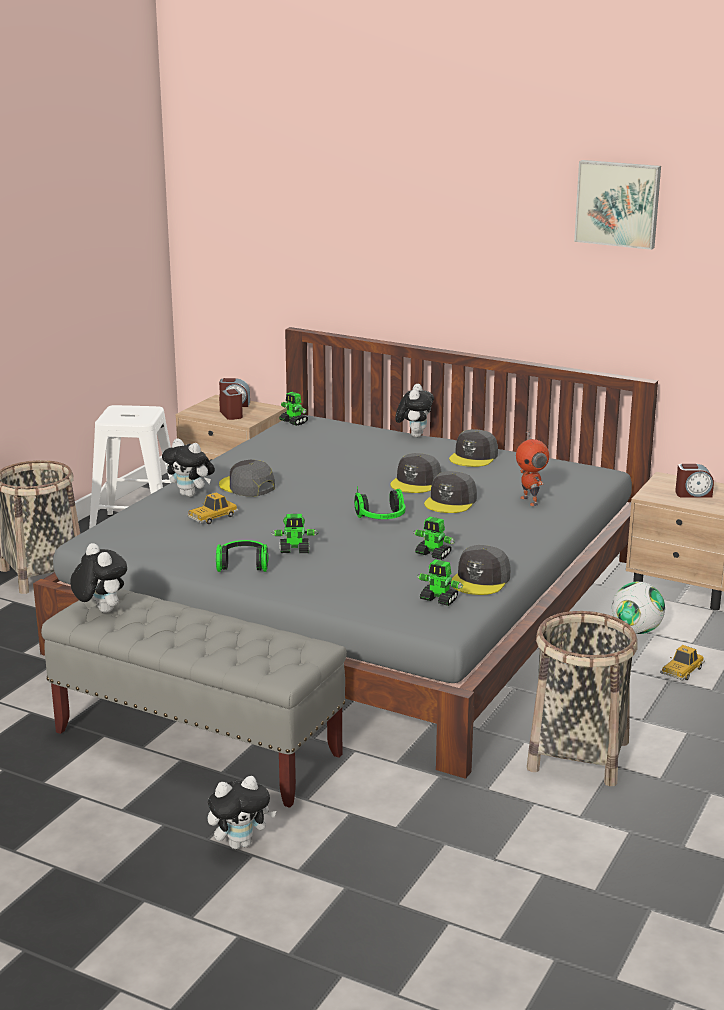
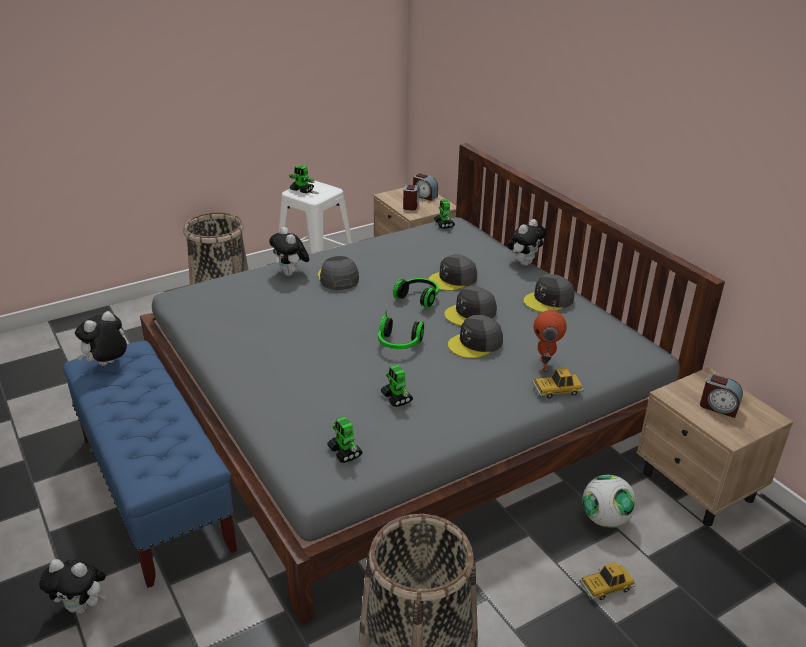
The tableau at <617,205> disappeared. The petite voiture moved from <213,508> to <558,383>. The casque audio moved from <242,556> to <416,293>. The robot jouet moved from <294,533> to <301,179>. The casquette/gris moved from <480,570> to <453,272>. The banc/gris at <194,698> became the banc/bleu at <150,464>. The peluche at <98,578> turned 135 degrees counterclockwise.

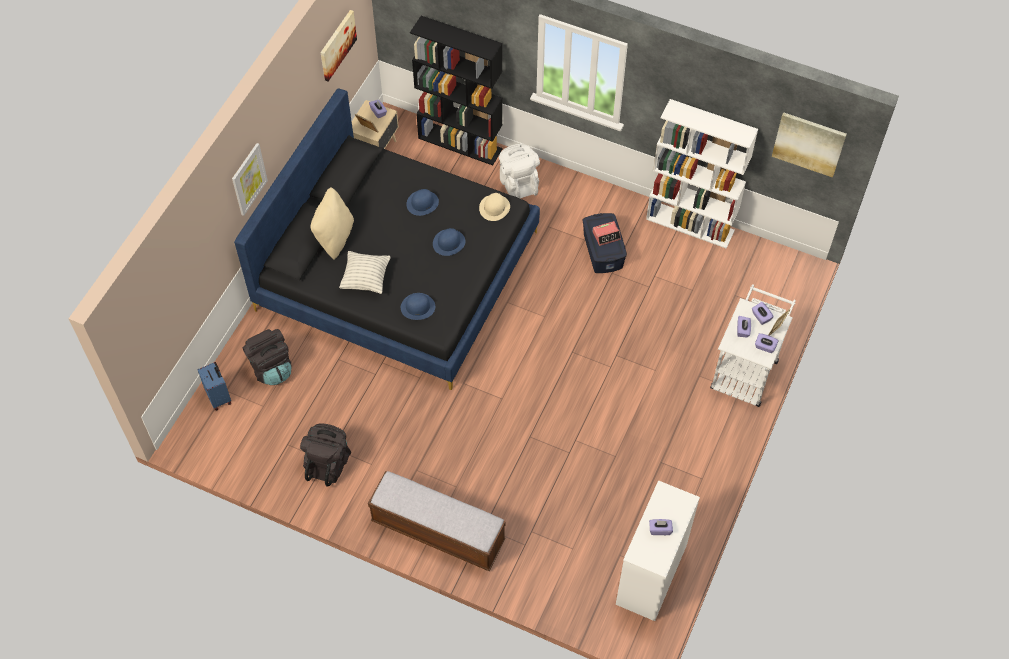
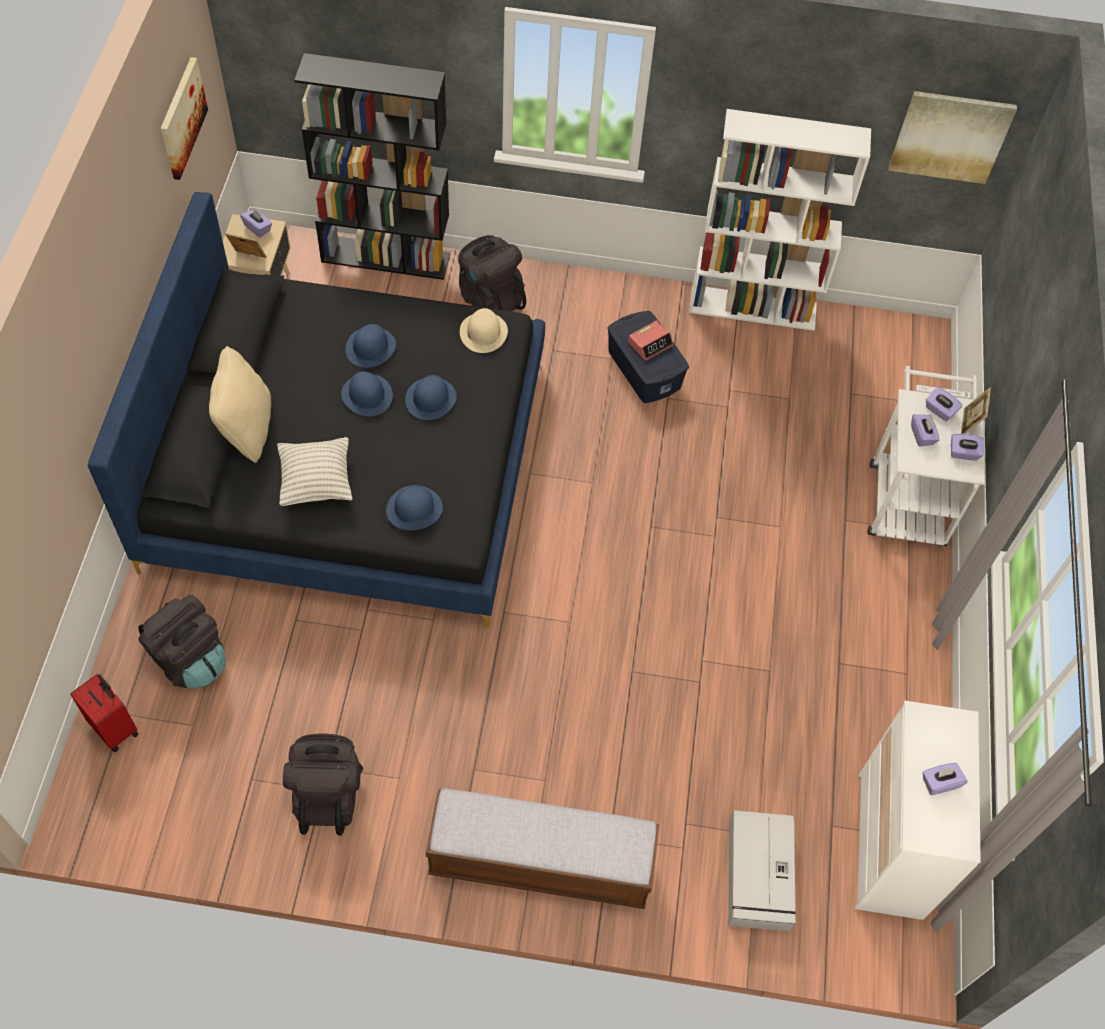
The tableau at <250,179> disappeared. The chapeau/bleu at <367,393> appeared. The boîte de rangement/gris at <762,870> appeared. The valise/bleu at <214,386> became the valise/rouge at <104,713>. The sac à dos/blanc at <519,171> became the sac à dos/noir at <492,273>.

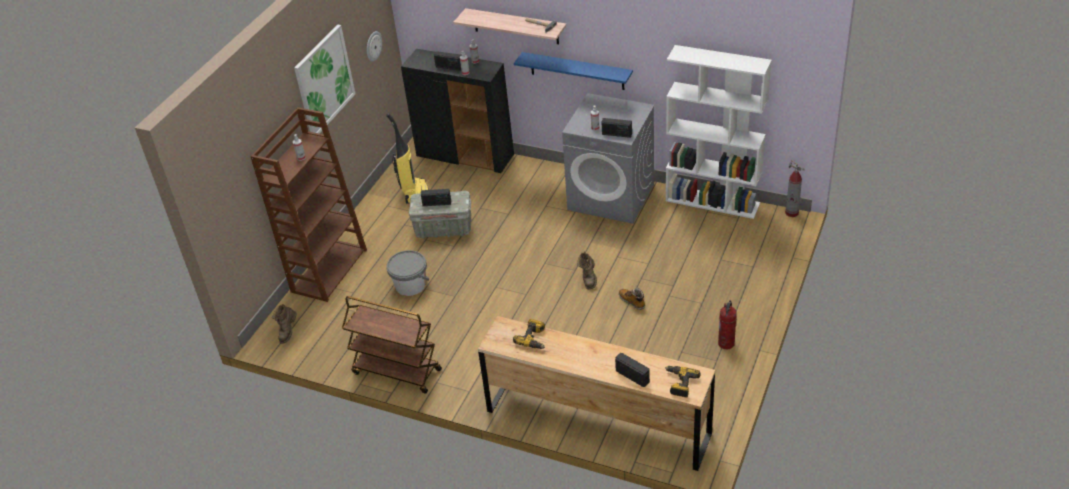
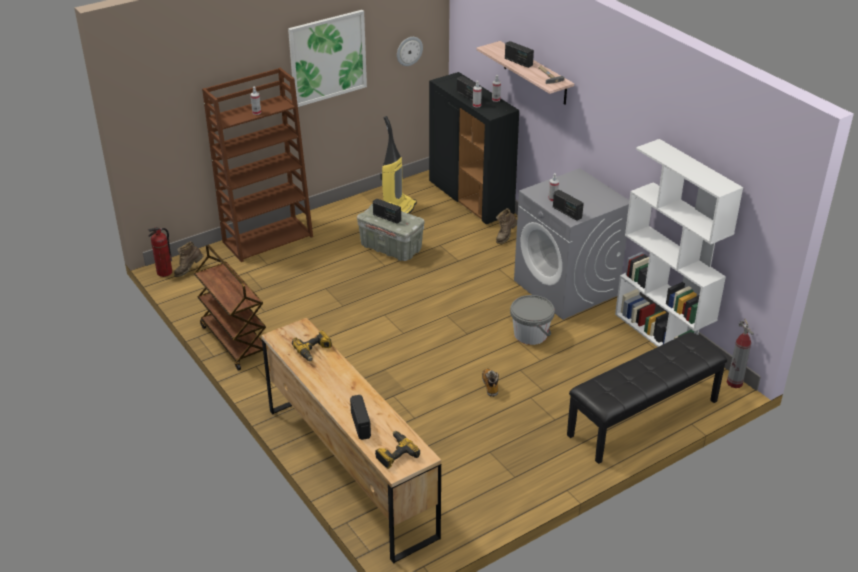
The étagère/bleu at <573,71> disappeared. The radio at <519,54> appeared. The banc/noir at <647,398> appeared. The seau/gris moved from <407,273> to <532,320>. The botte/marron moved from <587,270> to <506,226>. The extincteur moved from <727,324> to <160,252>.

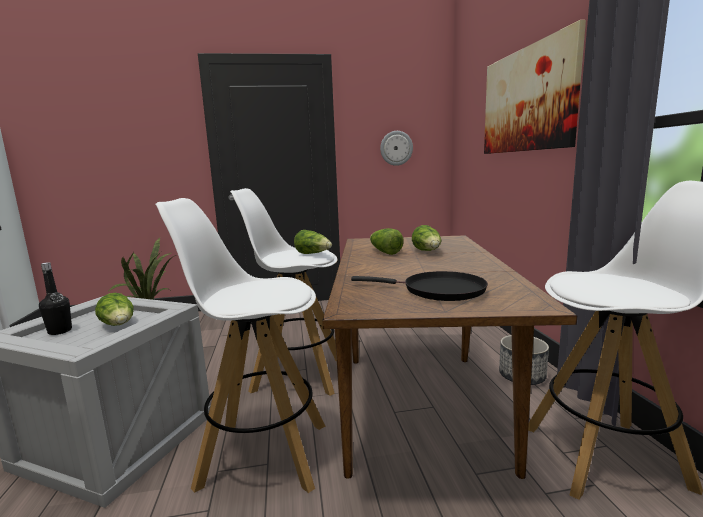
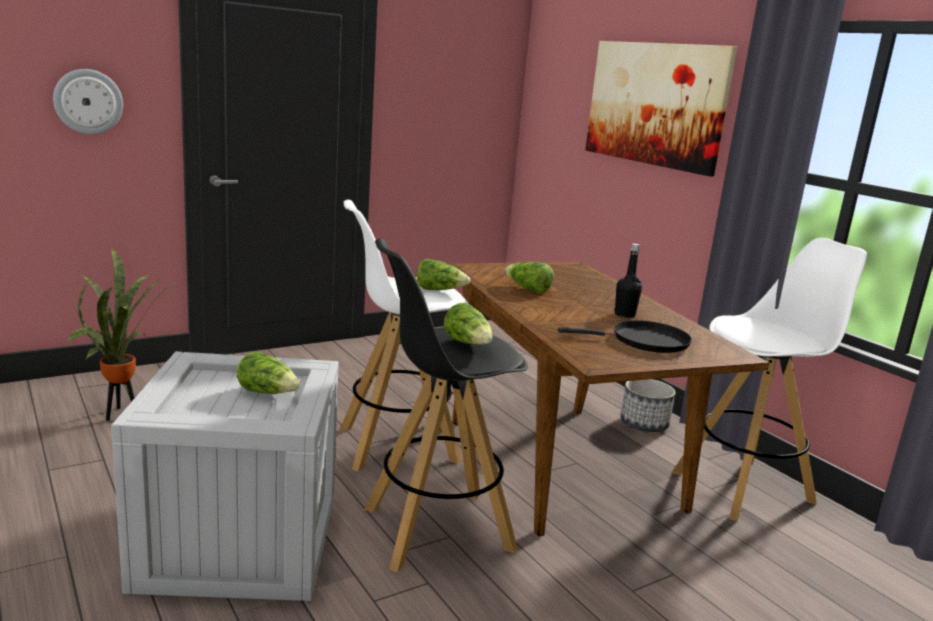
The bouteille/noir moved from <55,298> to <628,280>. The horloge murale moved from <396,148> to <88,101>. The laitue moved from <427,238> to <468,324>. The tabouret/blanc at <240,345> became the tabouret/noir at <446,405>.

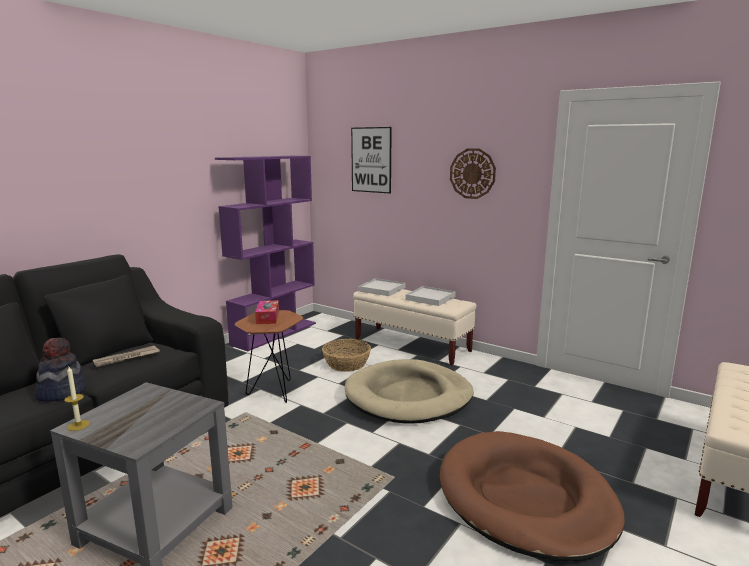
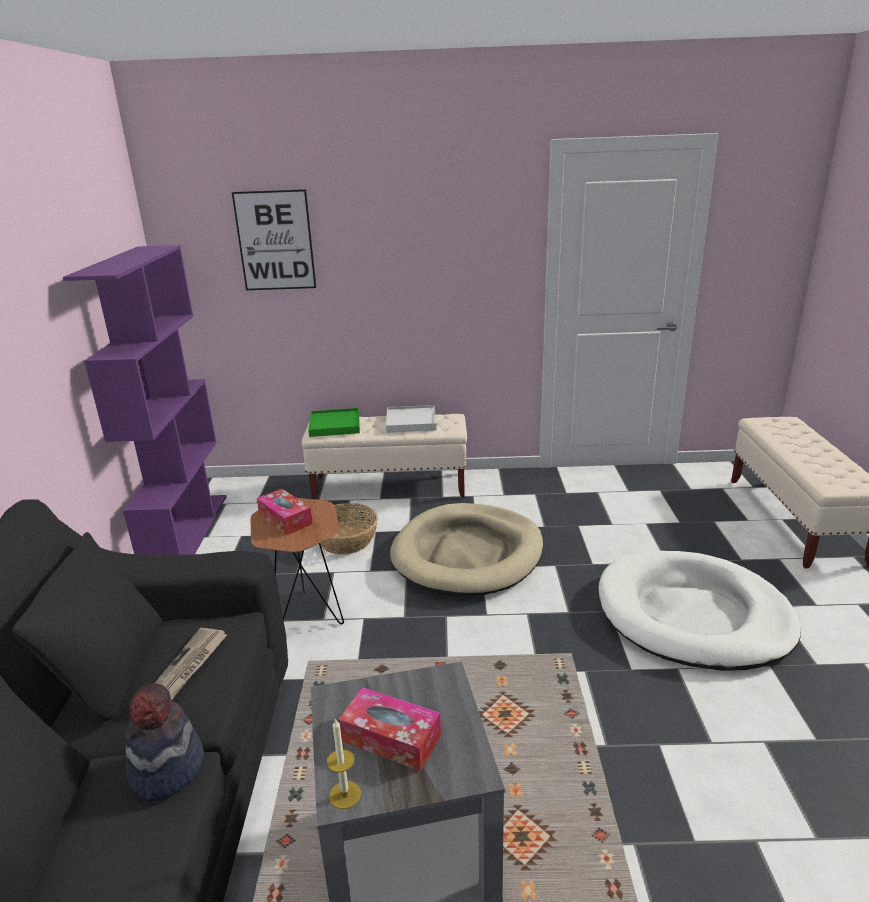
The horloge murale at <473,173> disappeared. The boîte à mouchoirs at <390,729> appeared. The plateau/blanc at <381,287> became the plateau/vert at <334,422>. The panier pour chien/marron at <532,496> became the panier pour chien/blanc at <700,611>.

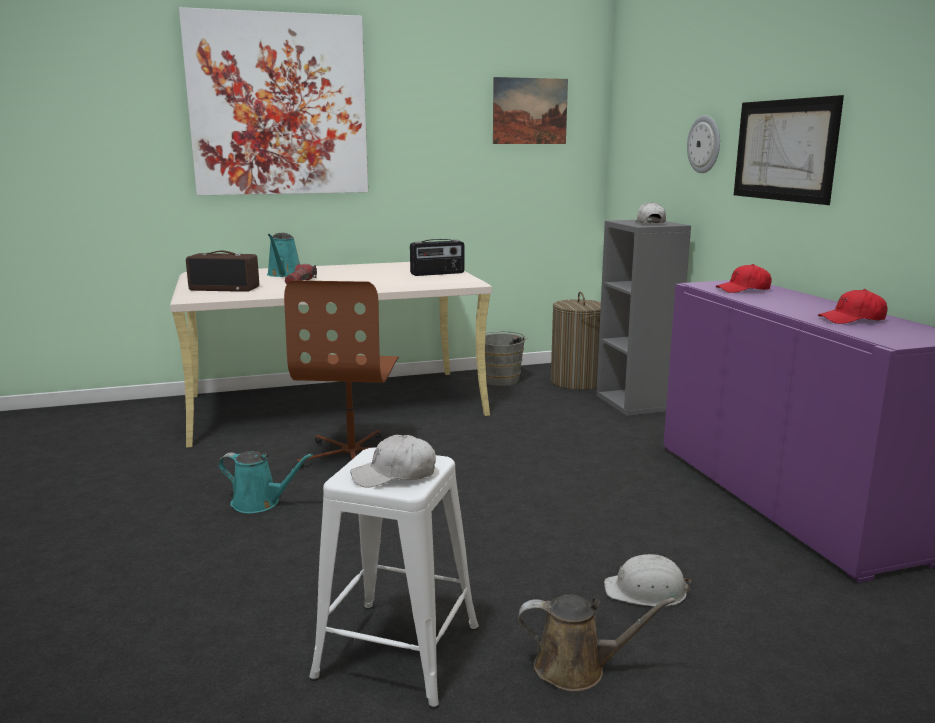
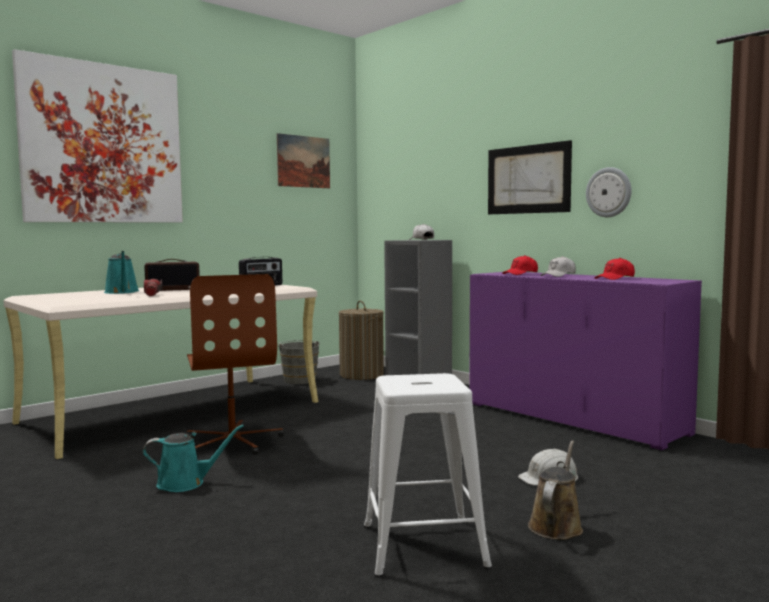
The radio moved from <222,271> to <172,275>. The casquette/blanc moved from <393,461> to <558,266>. The horloge murale moved from <703,144> to <609,192>. The arrosoir/marron at <596,643> turned 45 degrees counterclockwise.

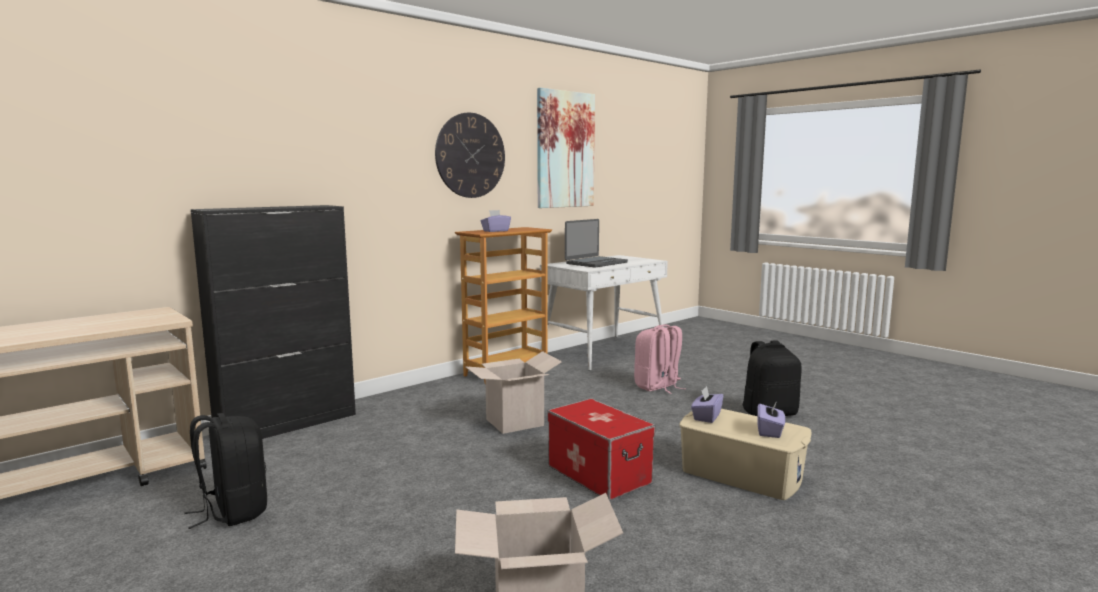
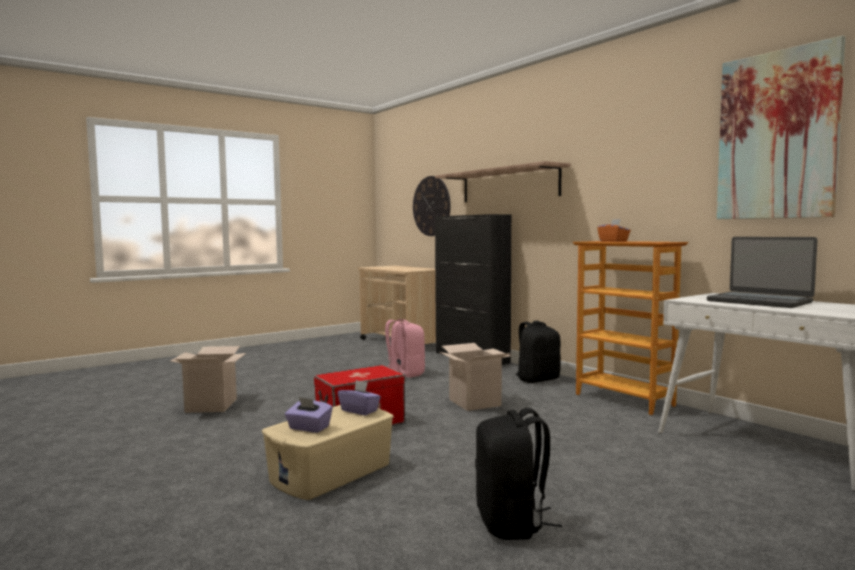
The étagère at <503,181> appeared. The sac à dos/noir moved from <225,471> to <538,352>. The horloge murale moved from <470,155> to <432,206>. The sac à dos/rose moved from <659,359> to <405,348>. The boîte à mouchoirs/violet at <496,221> became the boîte à mouchoirs/orange at <614,230>.

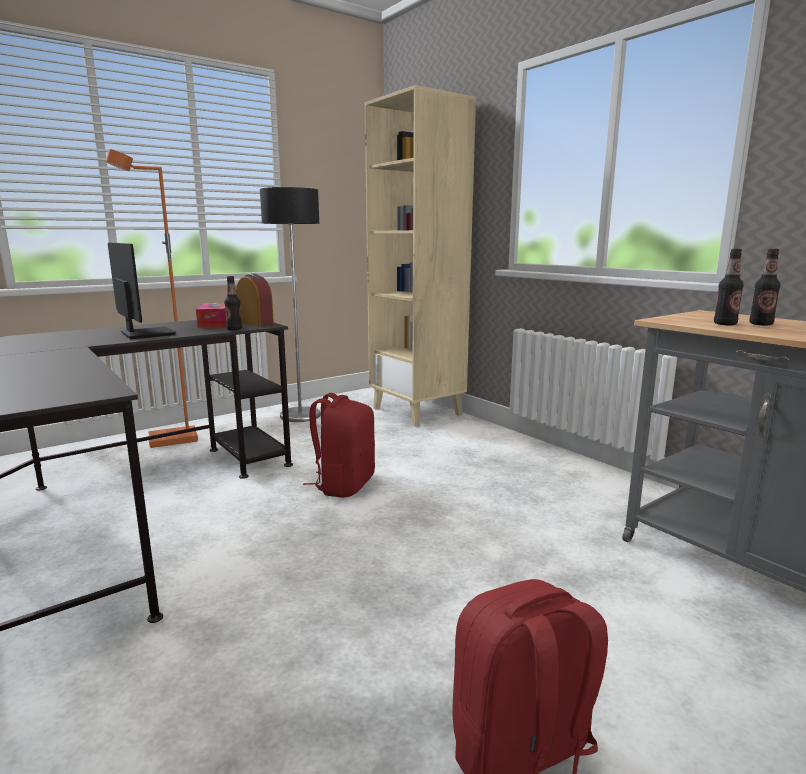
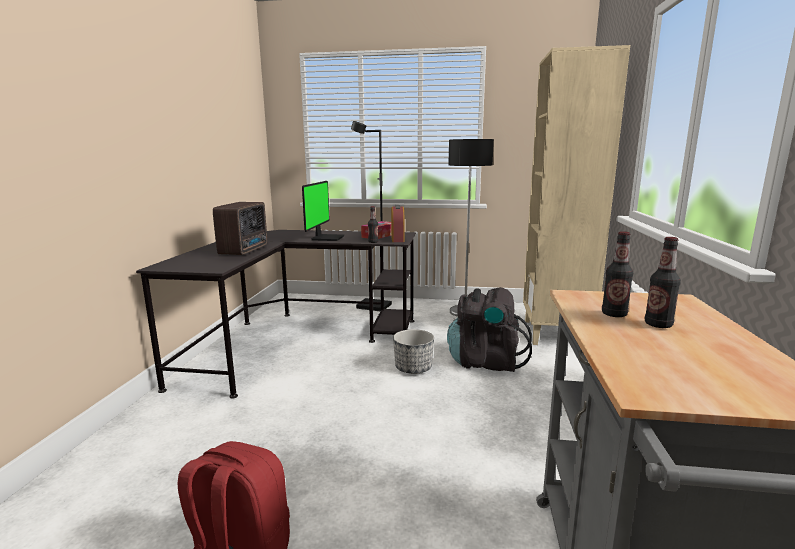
The radio at <240,228> appeared. The sac à dos/noir at <489,329> appeared. The sac à dos/rouge at <339,445> was replaced by the cache-pot at <413,351>. The lampadaire/orange at <151,298> became the lampadaire/noir at <371,216>.

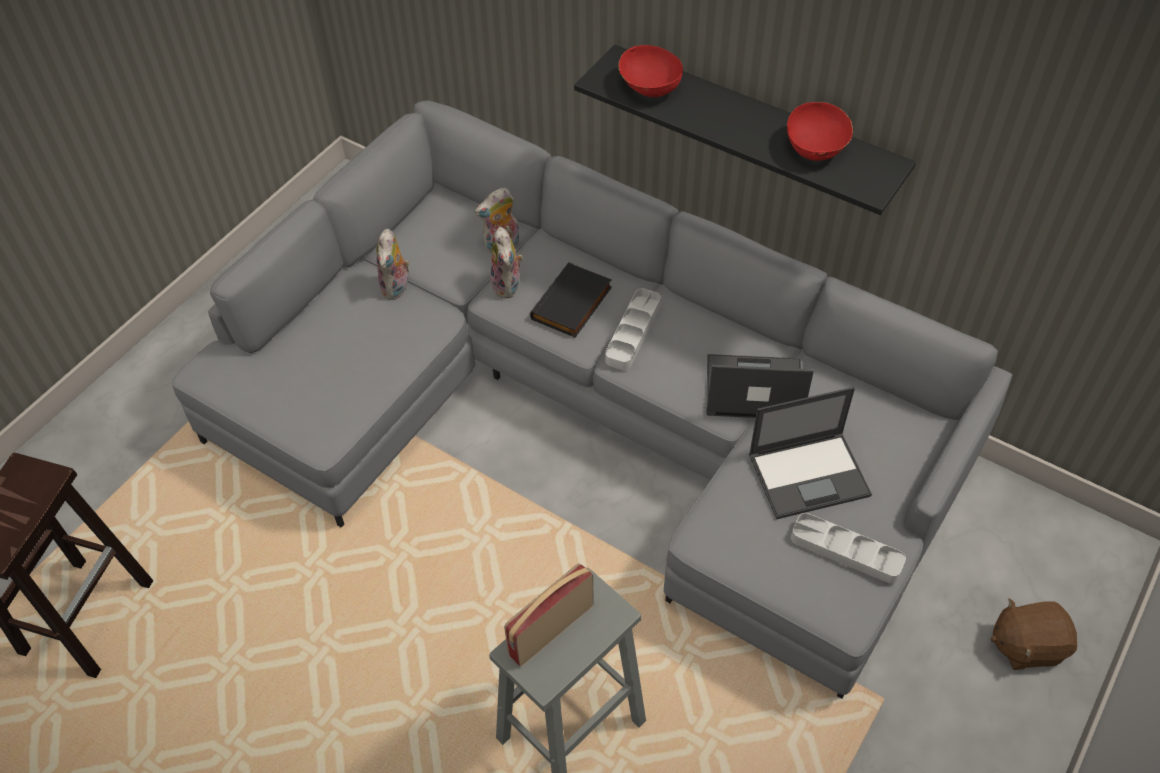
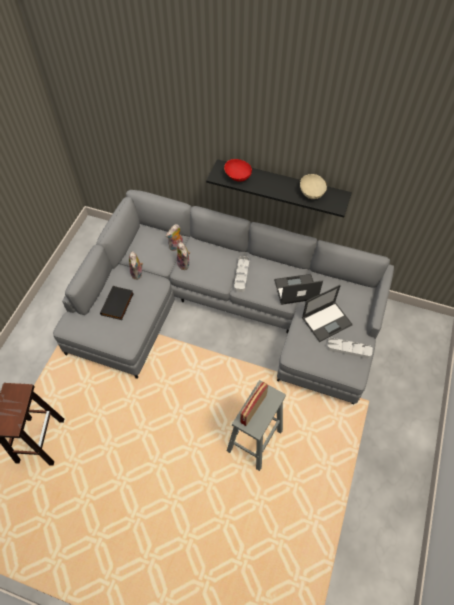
The peluche/marron at <1034,634> disappeared. The livre/noir moved from <571,300> to <117,303>. The bol/rouge at <820,131> became the bol/beige at <313,186>.

